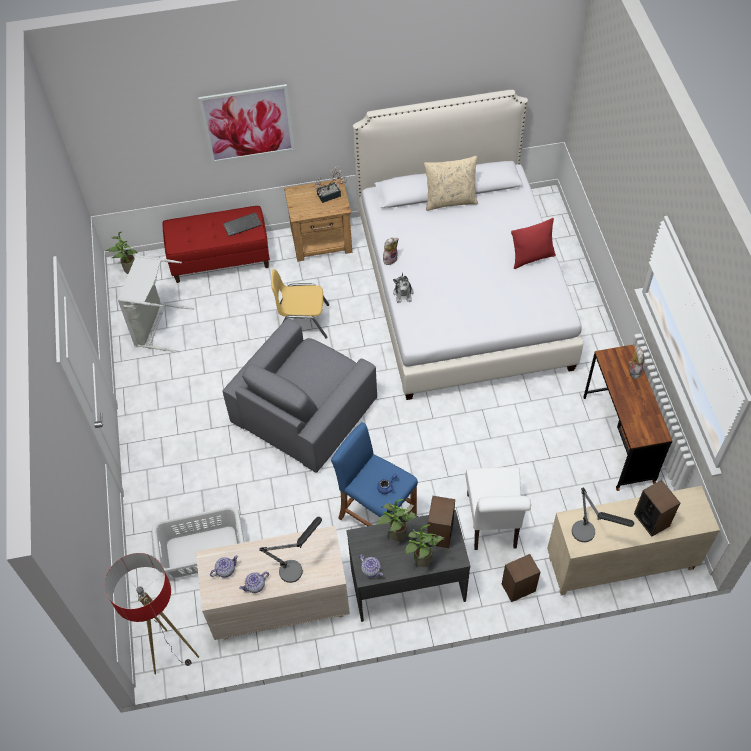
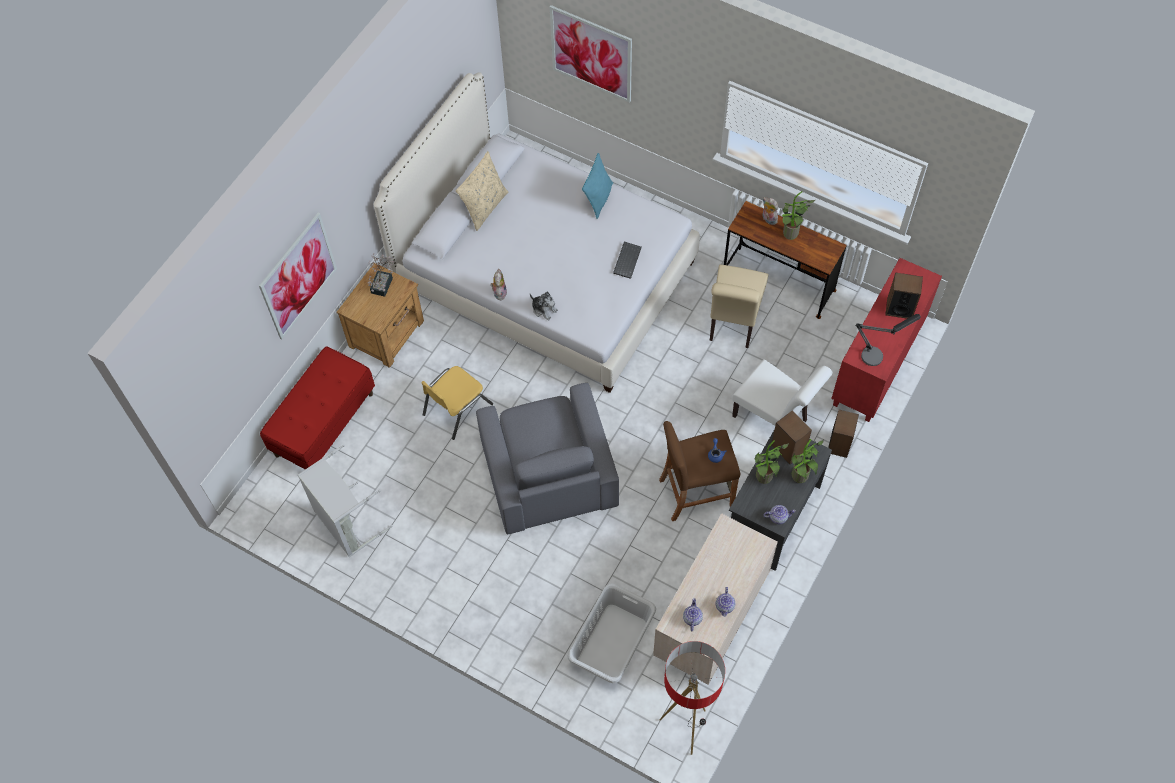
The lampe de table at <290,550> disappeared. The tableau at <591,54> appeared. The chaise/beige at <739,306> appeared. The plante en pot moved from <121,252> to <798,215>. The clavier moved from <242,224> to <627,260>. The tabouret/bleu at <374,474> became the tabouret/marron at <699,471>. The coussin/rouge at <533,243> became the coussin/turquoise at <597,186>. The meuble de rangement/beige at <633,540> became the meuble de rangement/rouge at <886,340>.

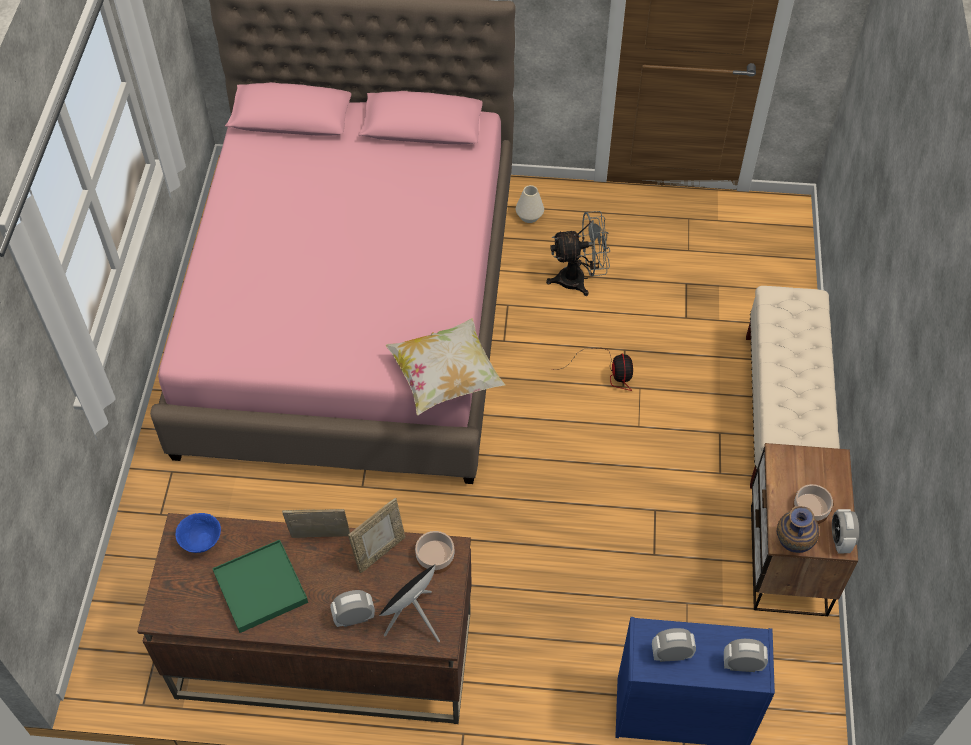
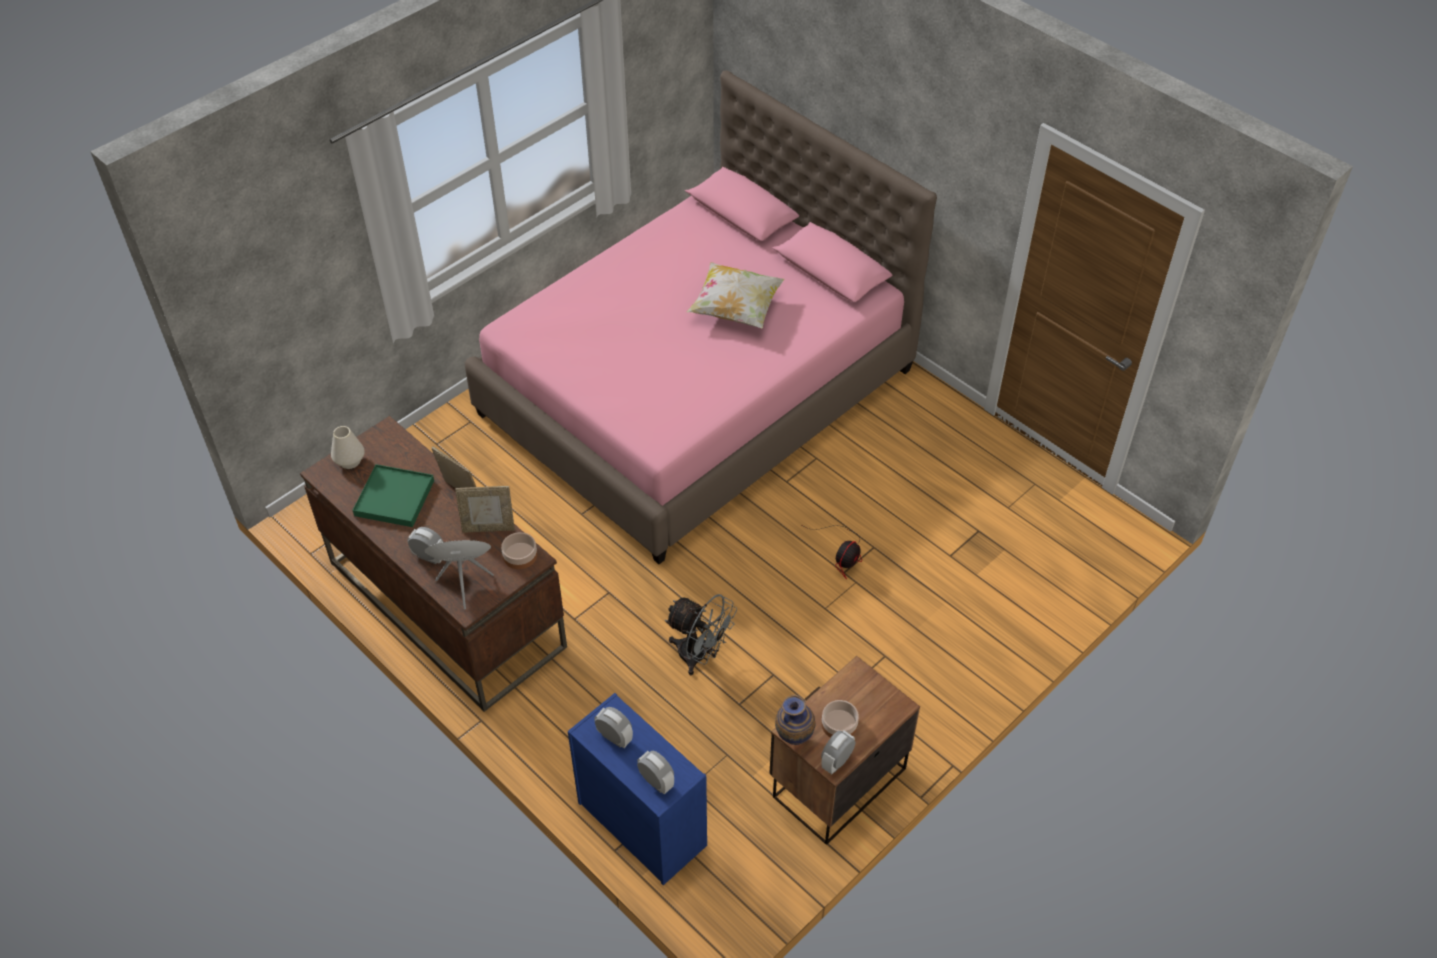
The bol/bleu at <198,533> disappeared. The banc/beige at <793,387> disappeared. The coussin moved from <445,366> to <736,295>. The vase/blanc moved from <530,204> to <348,447>. The ventilateur/gris moved from <578,253> to <701,634>.

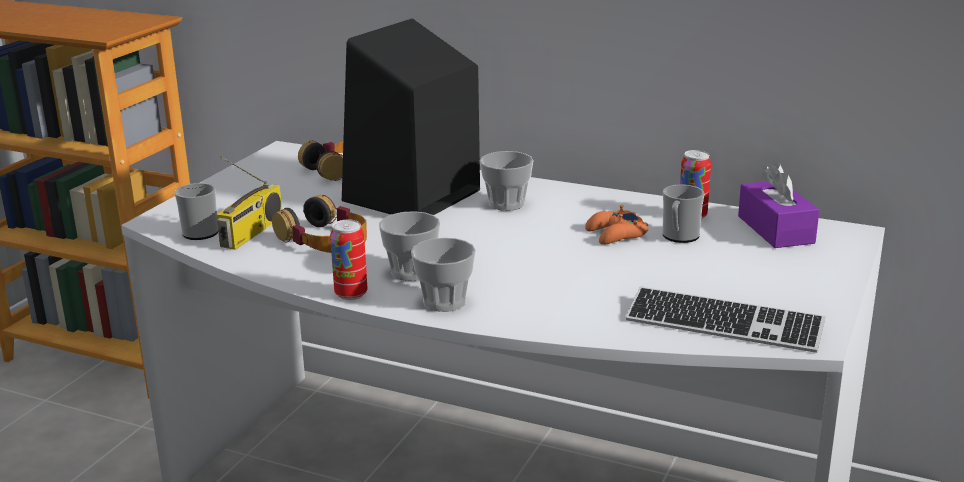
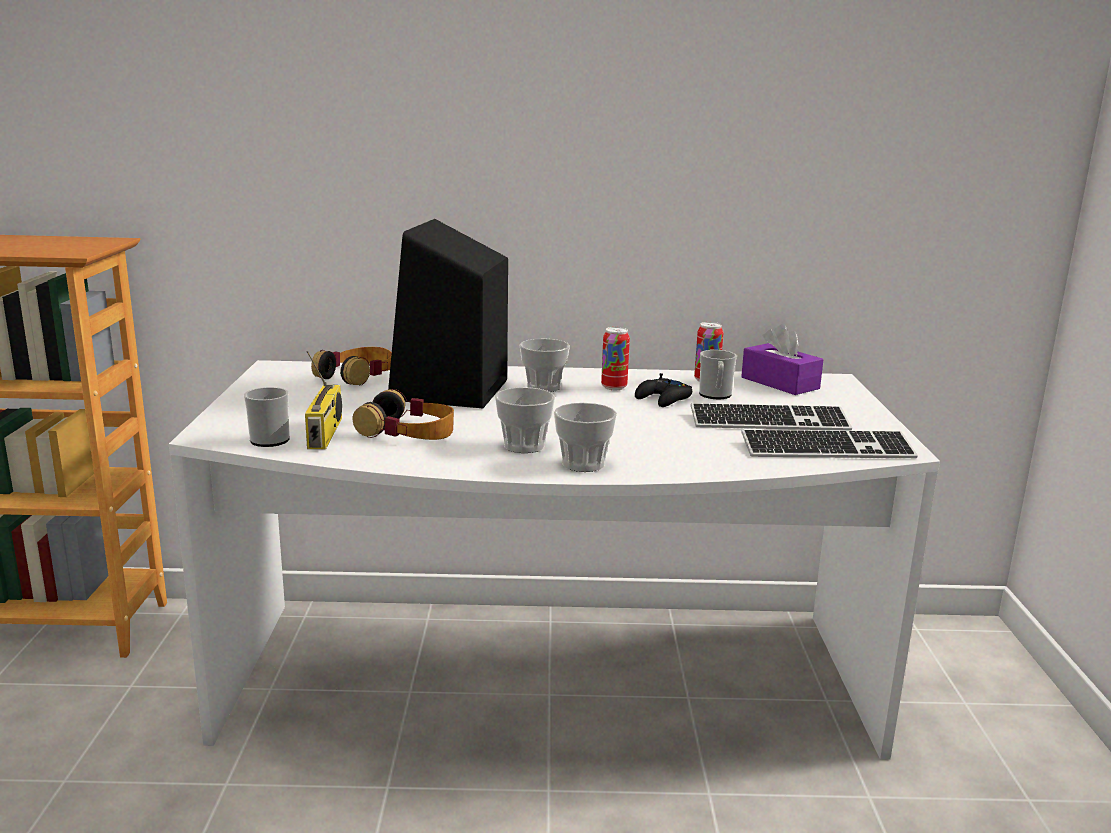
The clavier at <771,416> appeared. The boîte métallique moved from <348,260> to <615,358>. The manette/orange at <616,225> became the manette/noir at <663,390>.

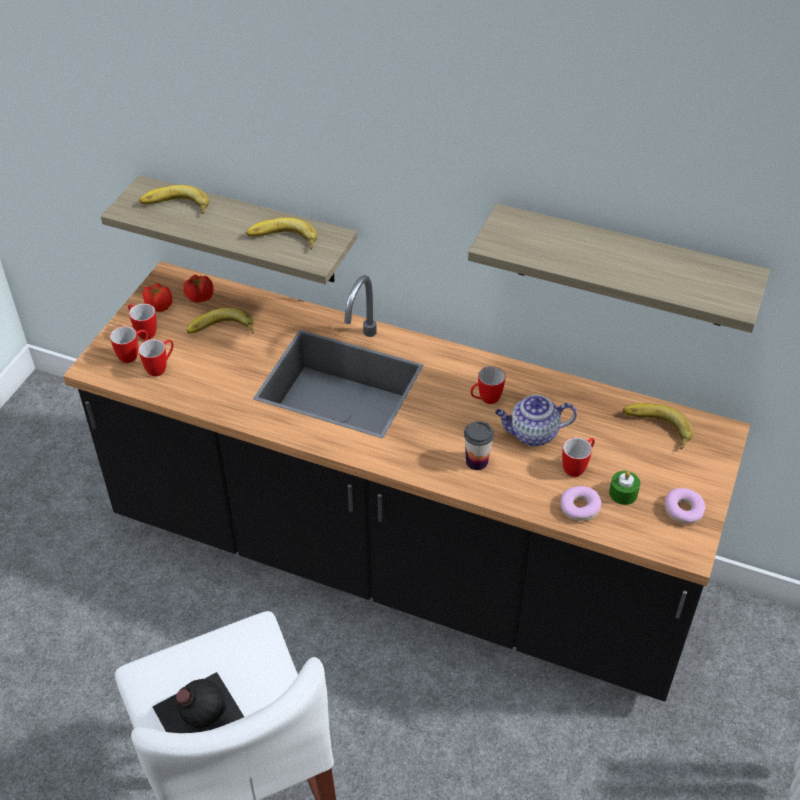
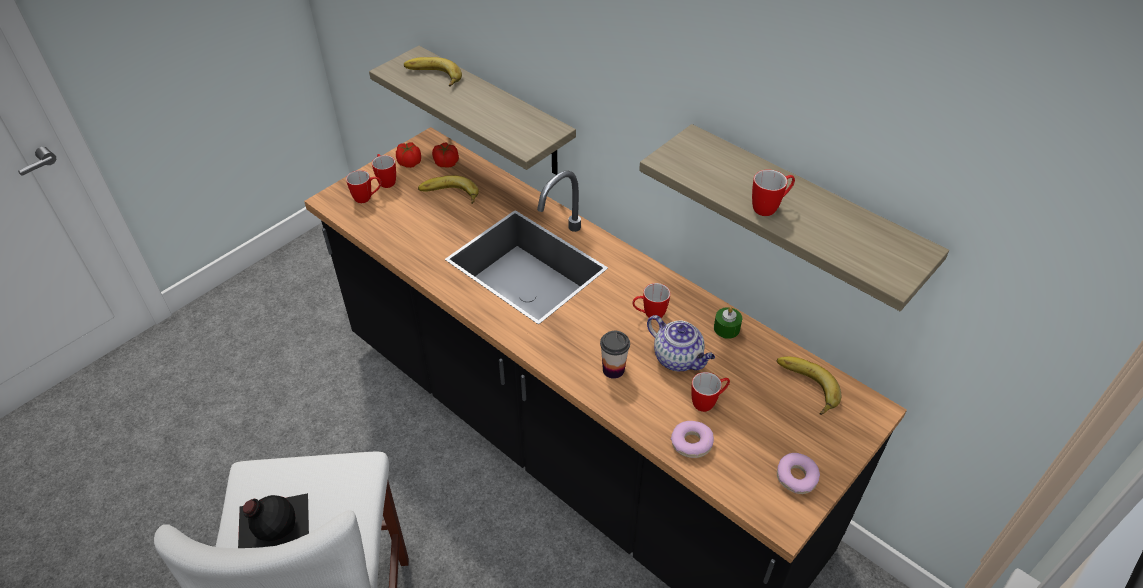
The banane at <281,233> disappeared. The mug moved from <156,357> to <773,193>. The bougie/vert moved from <624,488> to <728,323>. The théière at <536,420> turned 150 degrees counterclockwise.

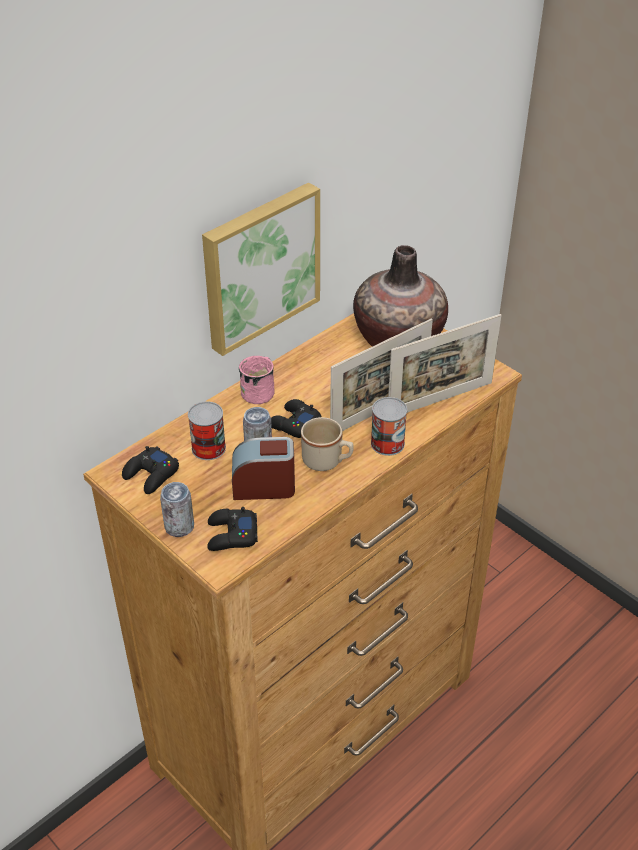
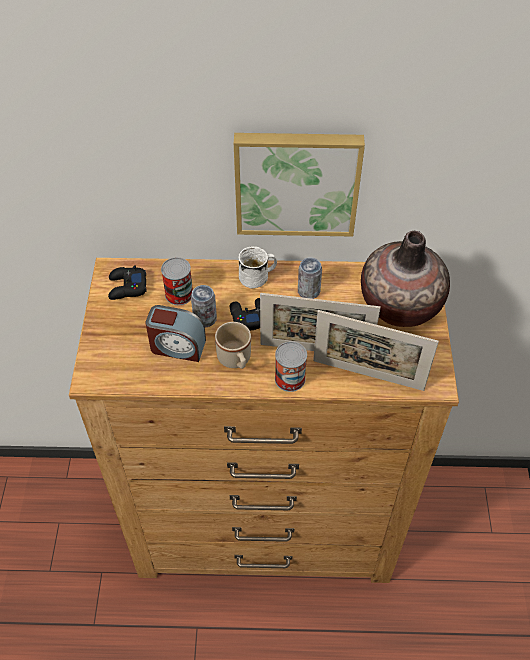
The manette/noir at <232,529> disappeared. The boîte métallique moved from <177,509> to <310,278>. The mug/rose at <257,380> became the mug/blanc at <257,267>. The réveil at <263,468> turned 150 degrees clockwise.

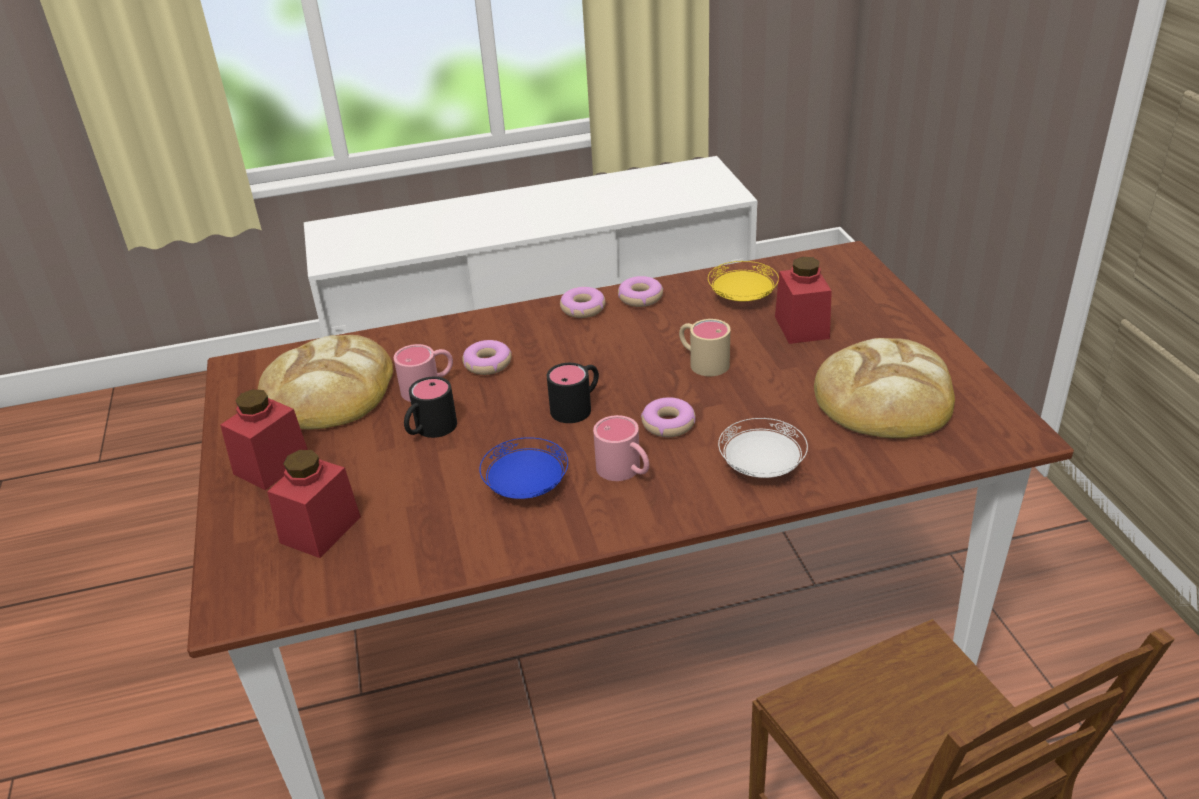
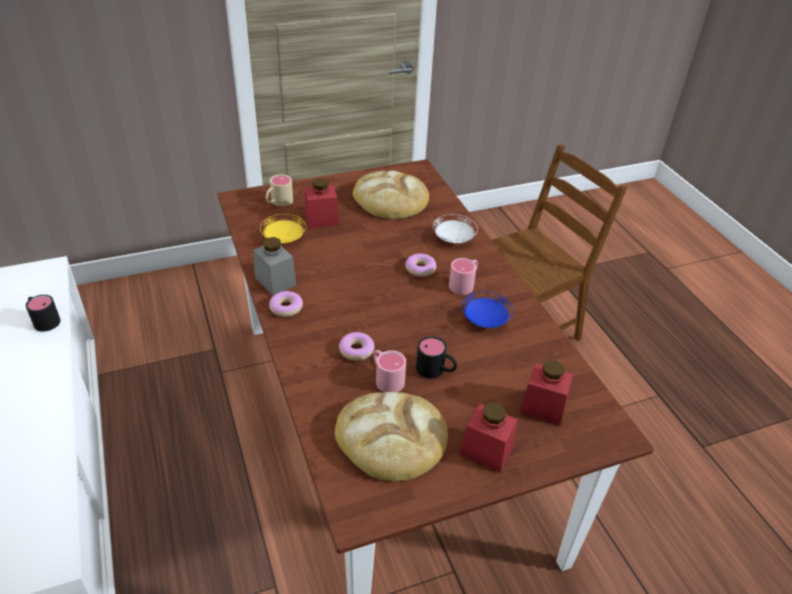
The mug/noir moved from <573,393> to <43,313>. The mug/beige moved from <704,347> to <279,190>. The beignet at <640,291> was replaced by the bocal/gris at <275,266>.

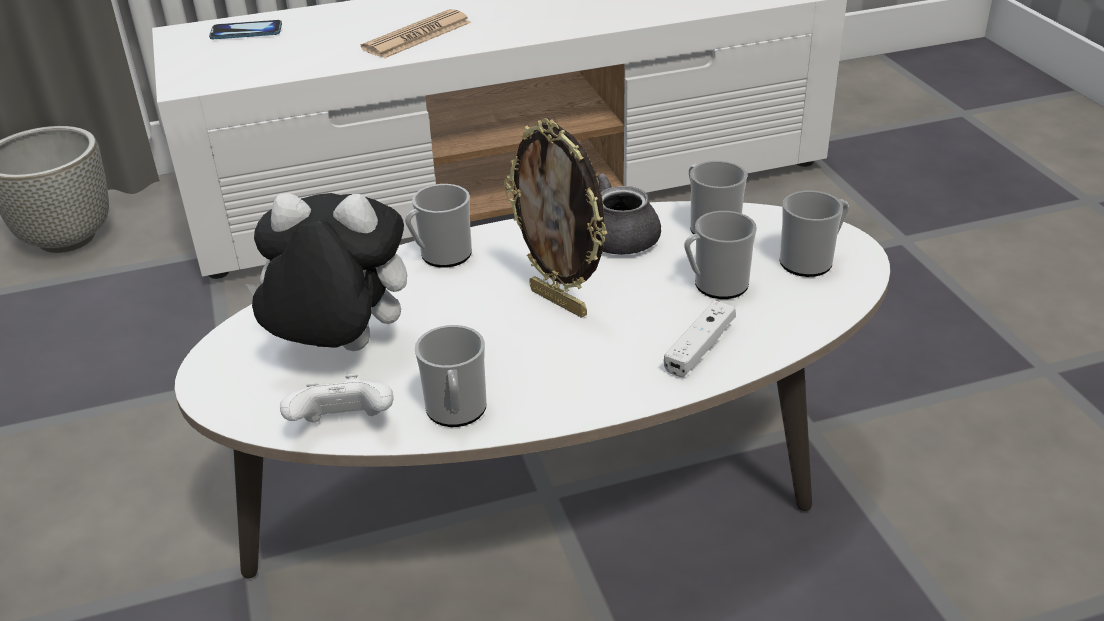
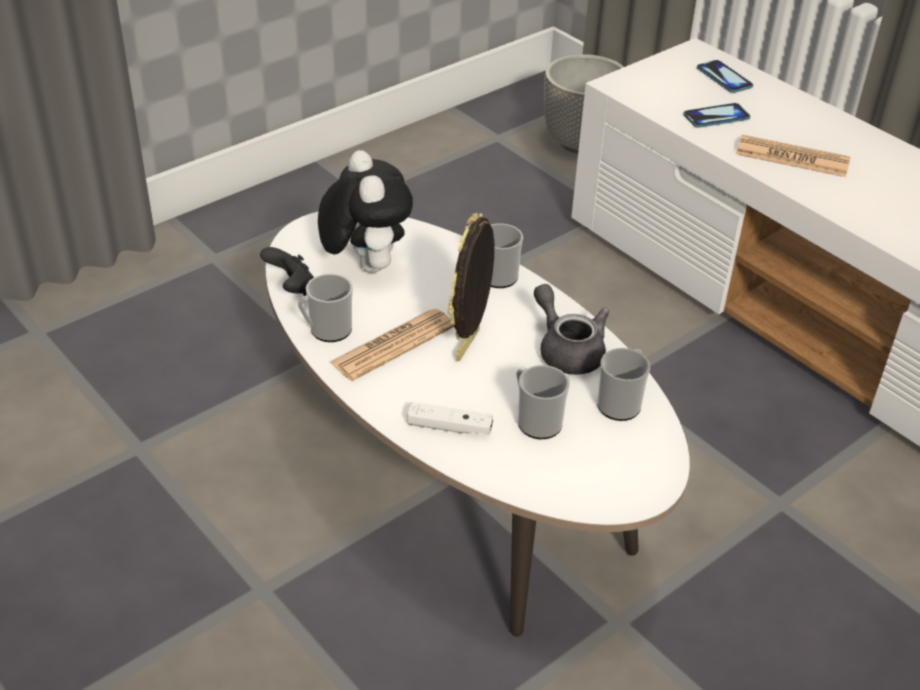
The mug at <814,233> disappeared. The journal at <392,345> appeared. The téléphone at <716,115> appeared. The manette/blanc at <337,398> became the manette/noir at <287,271>.

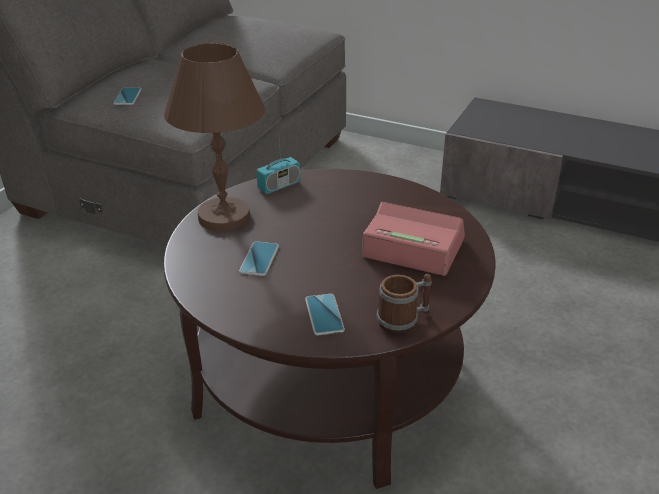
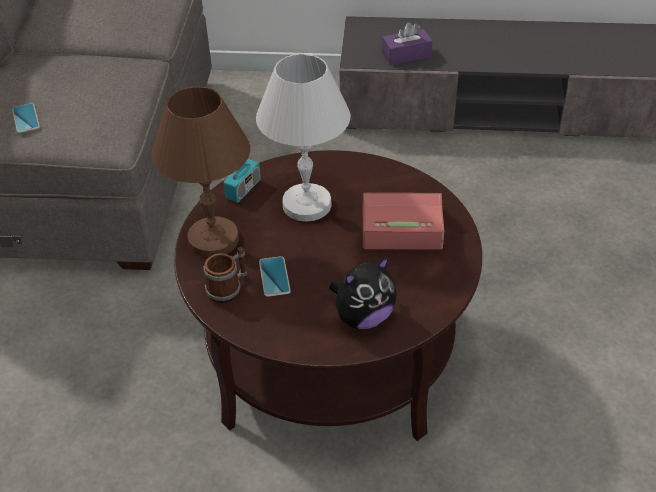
The lampe de table/blanc at <303,138> appeared. The boîte à mouchoirs/violet at <407,44> appeared. The mug moved from <404,304> to <225,275>. The téléphone at <325,315> was replaced by the peluche at <362,292>.

